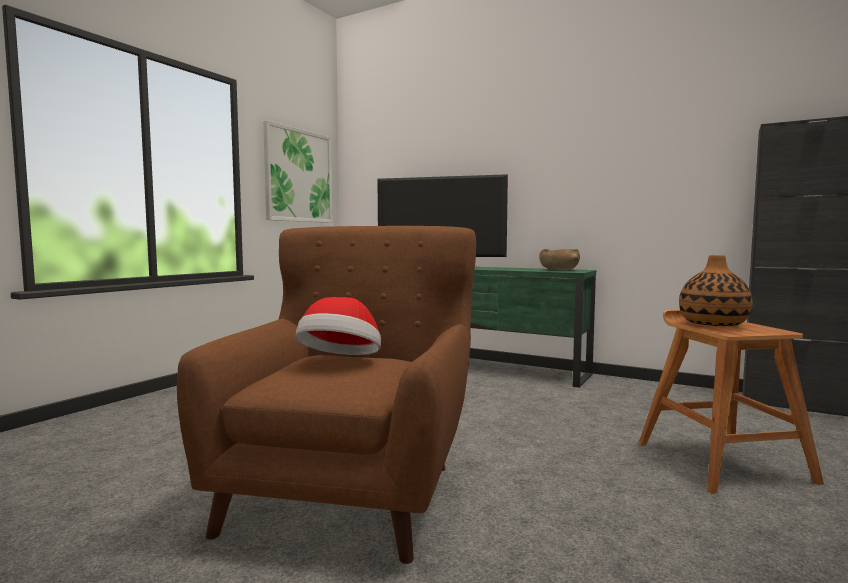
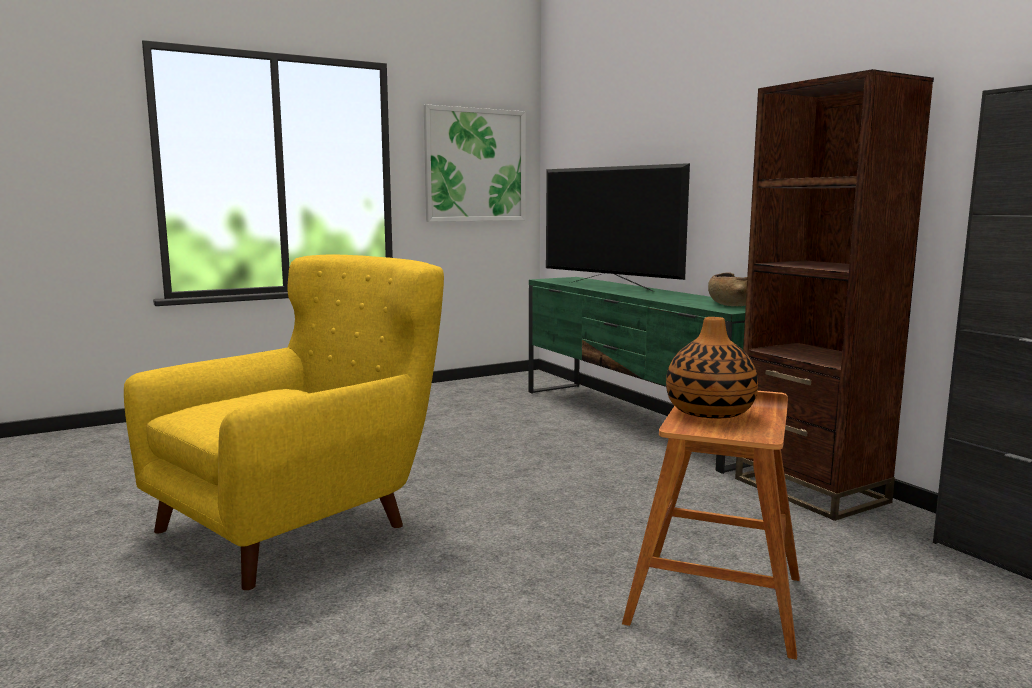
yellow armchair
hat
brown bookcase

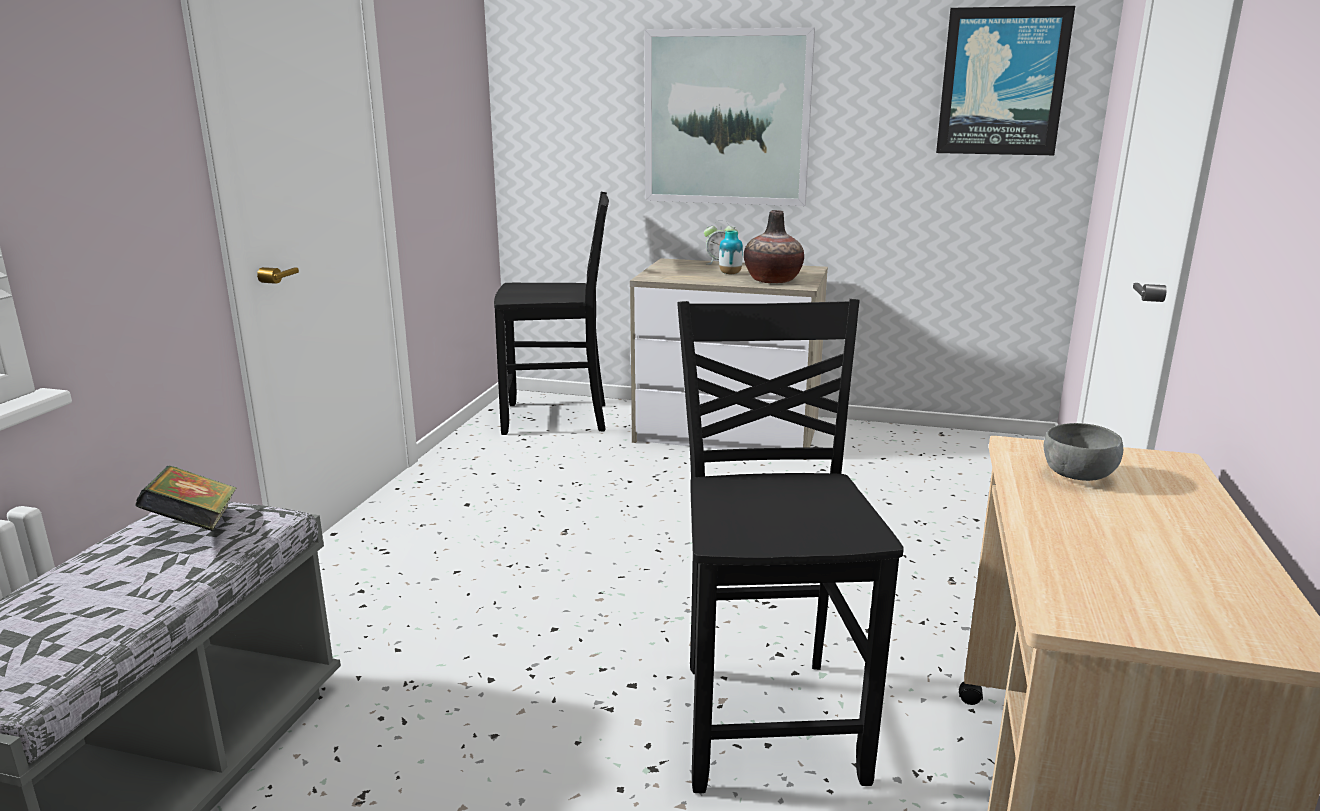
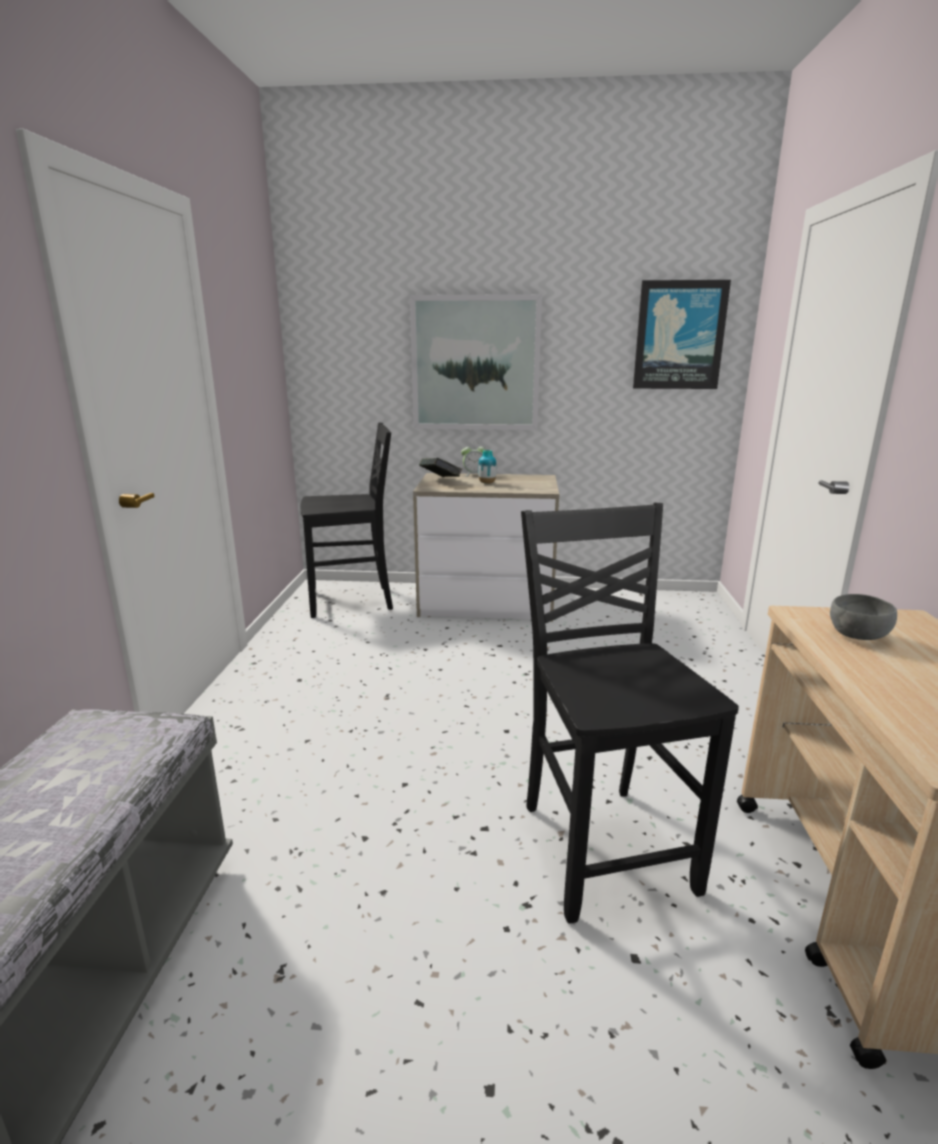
book
vase (2nd from left in the first image)

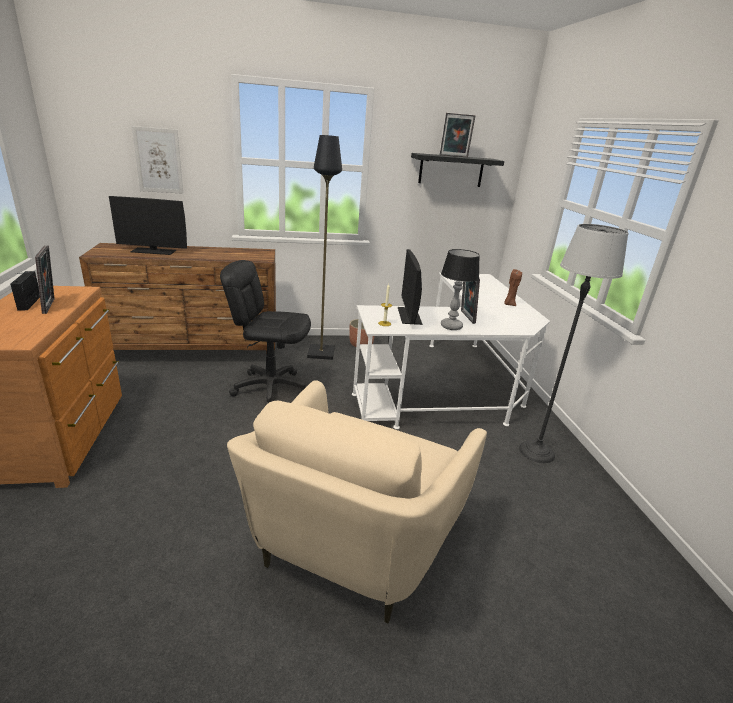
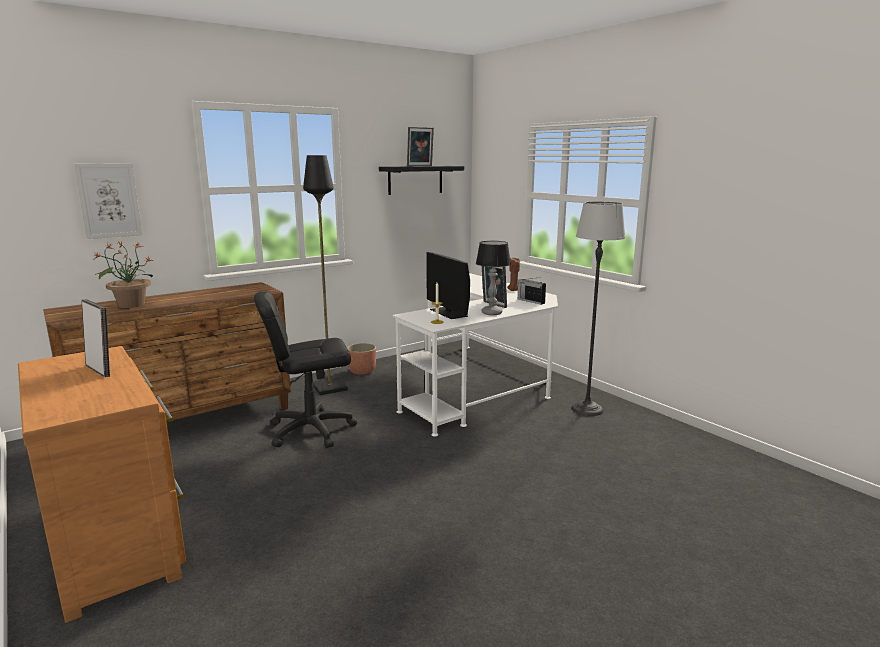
radio
potted plant
beige armchair

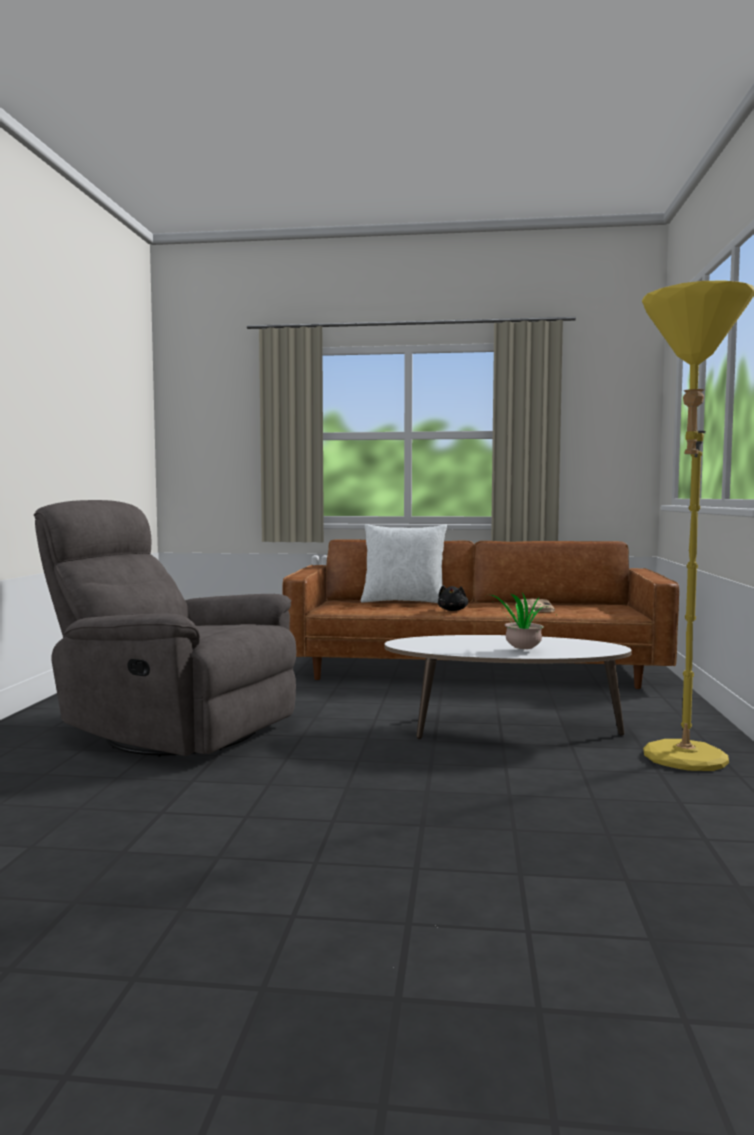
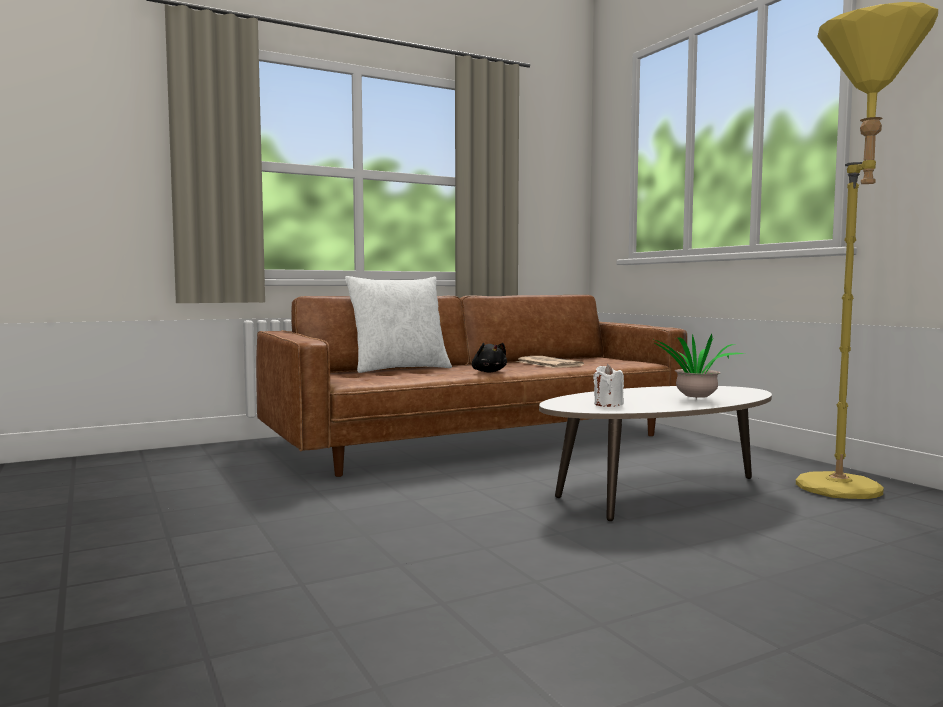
grey armchair
white candle

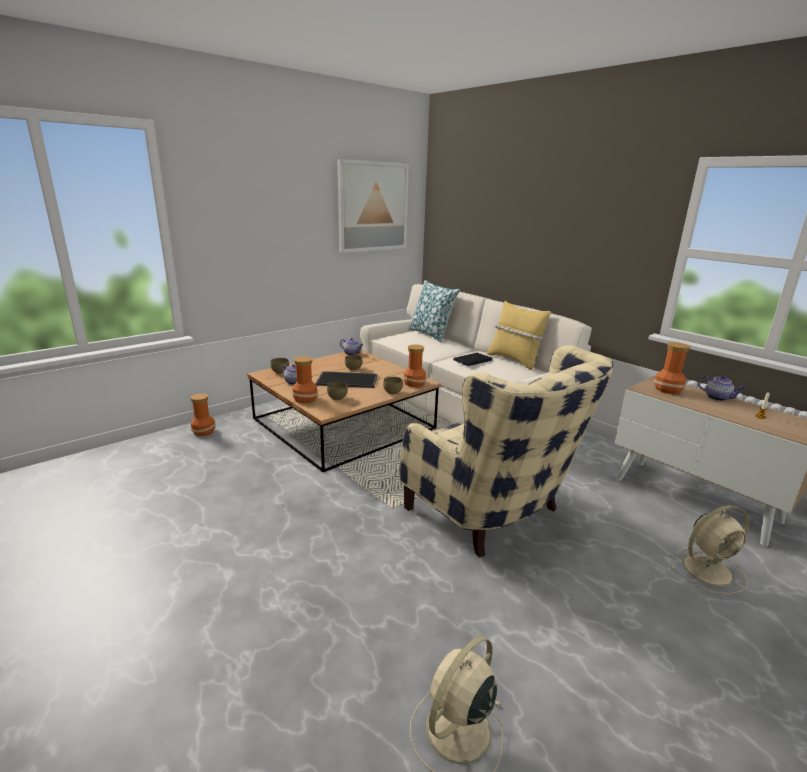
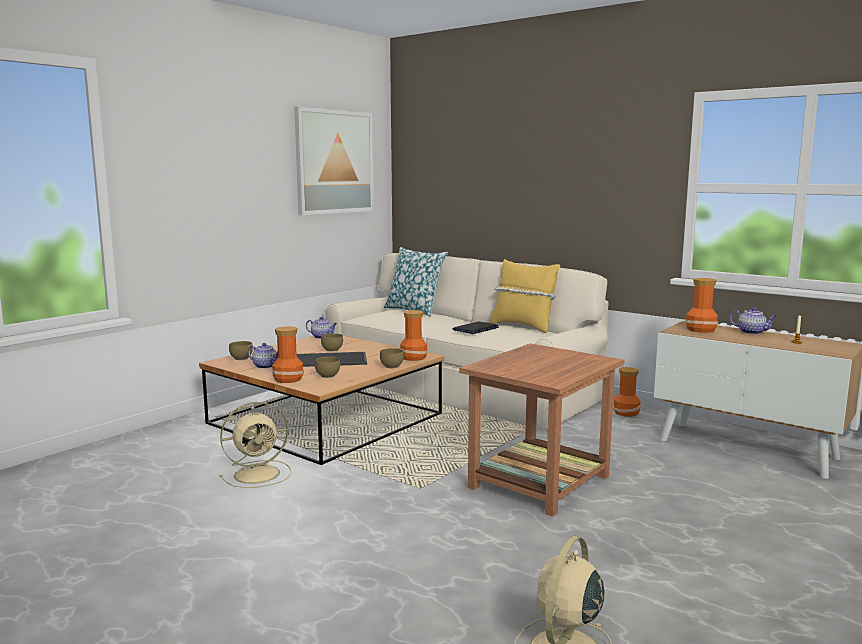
vase (3rd from left)
brown side table
beige fan (1st from left)

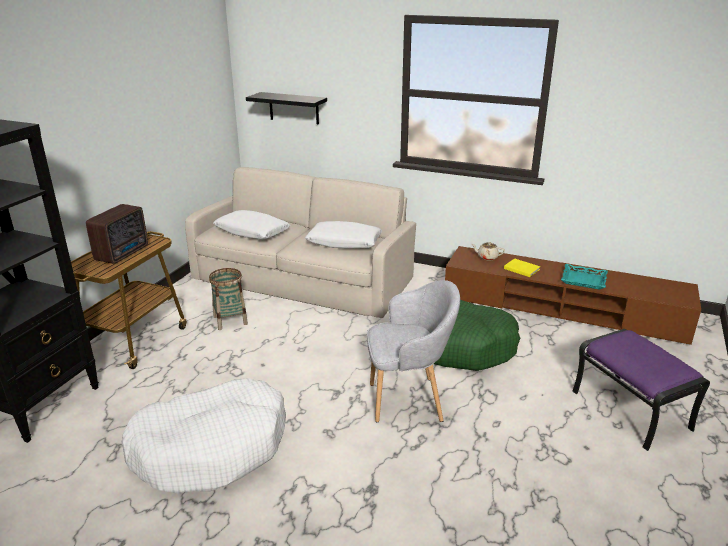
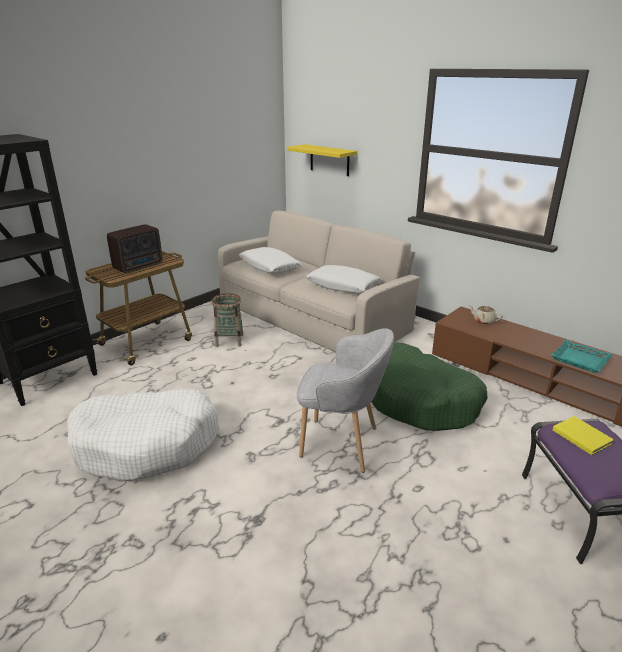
yellow shelf
yellow book

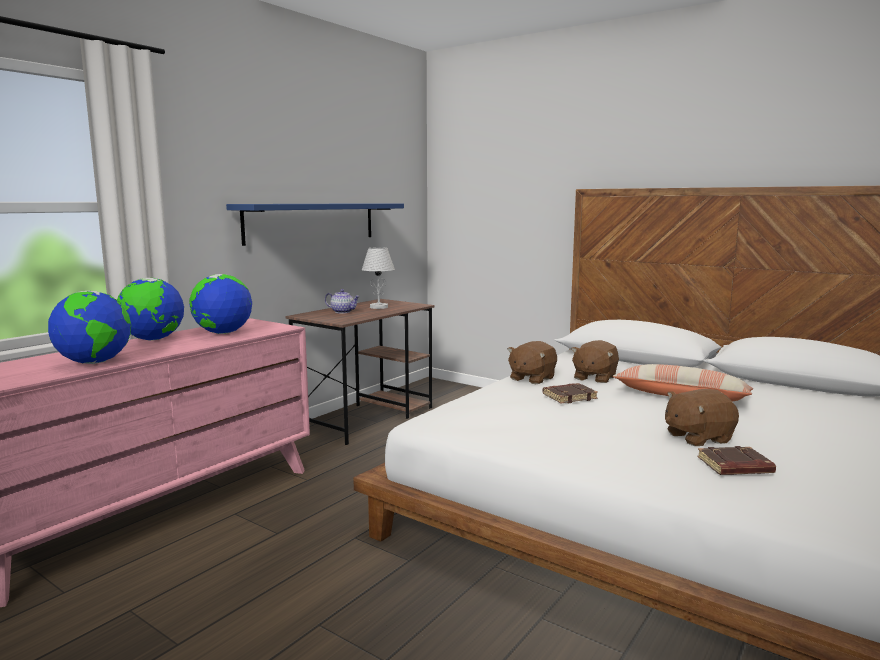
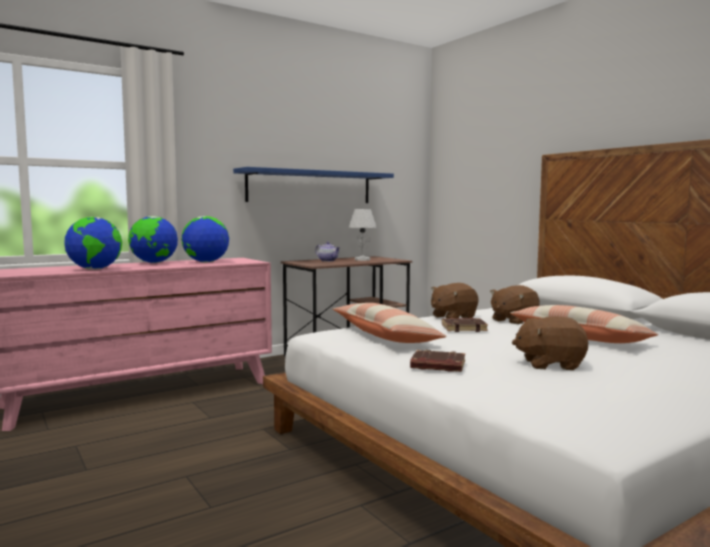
brown book (1st from left)
pillow (1st from left)

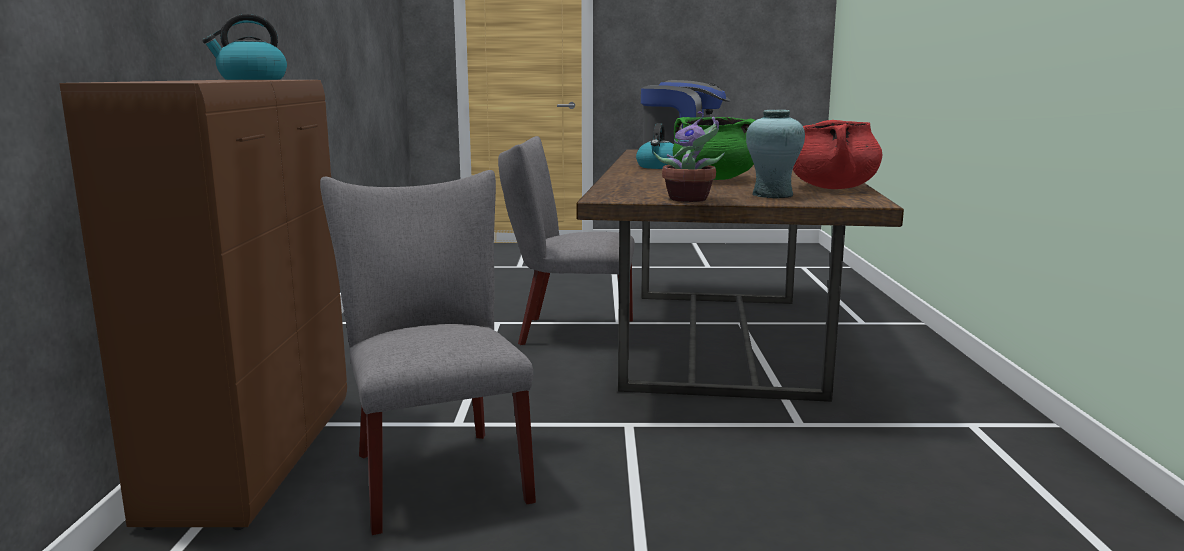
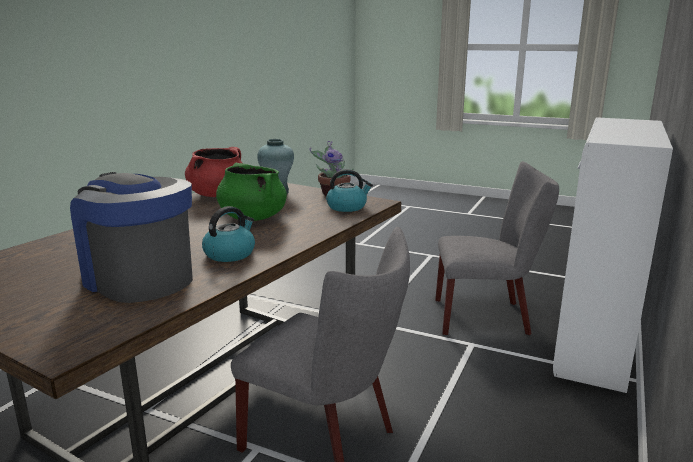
white cabinet
kettle (2nd from left)
grey chair (2nd from left)

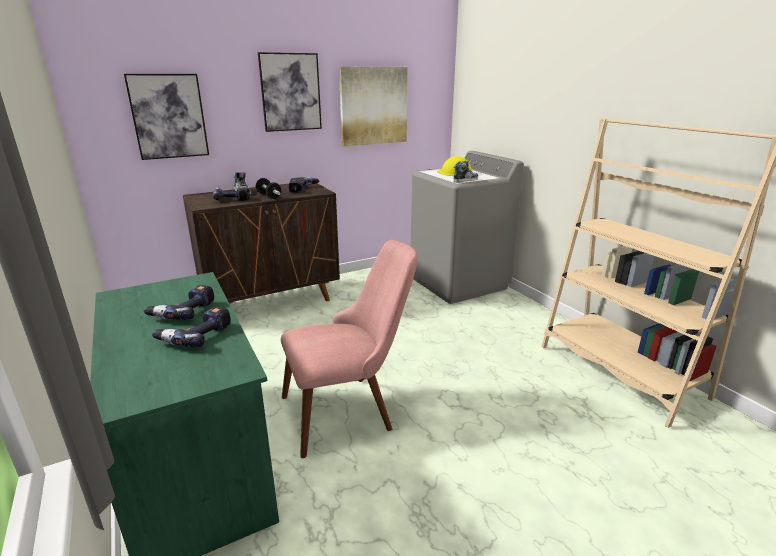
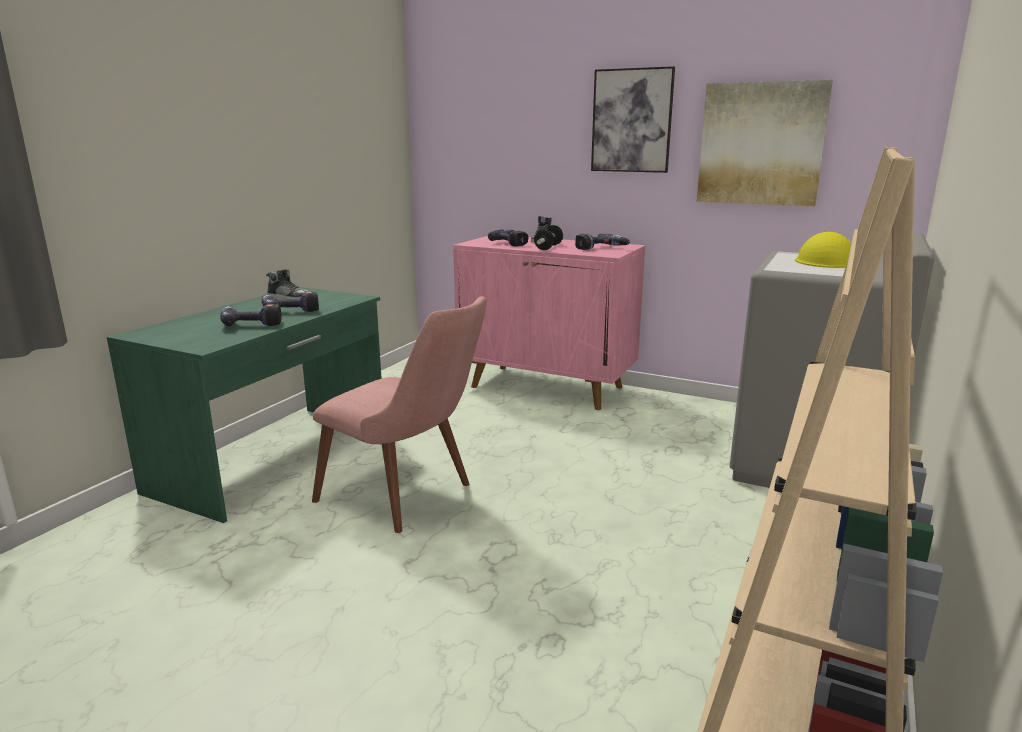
picture (1st from left in the first image)
pink cabinet
shoe (1st from left)

